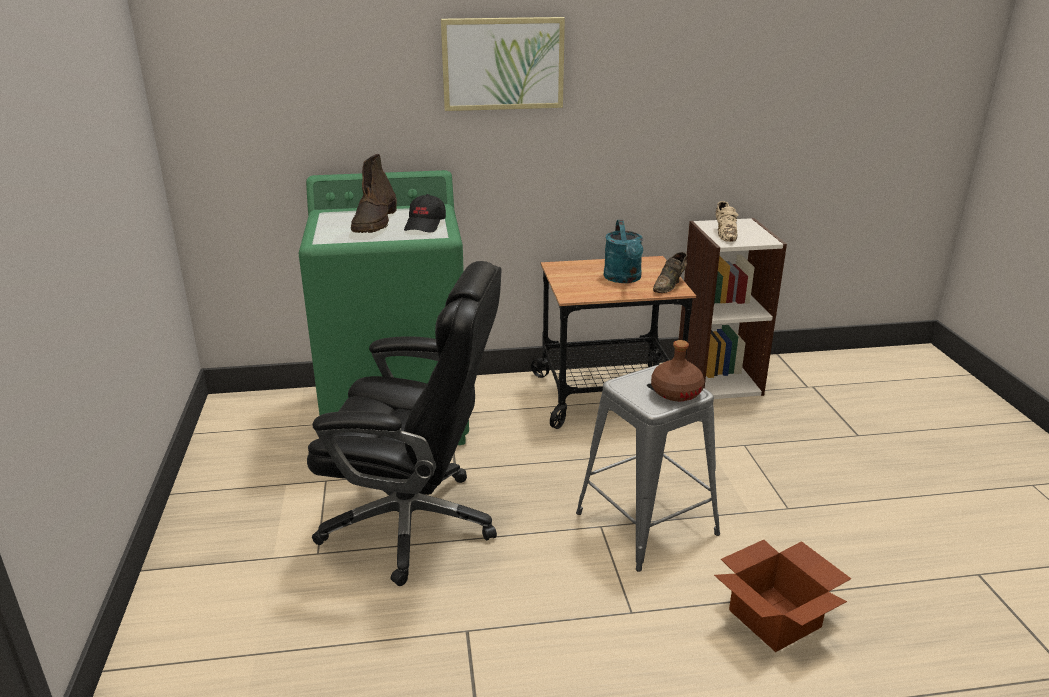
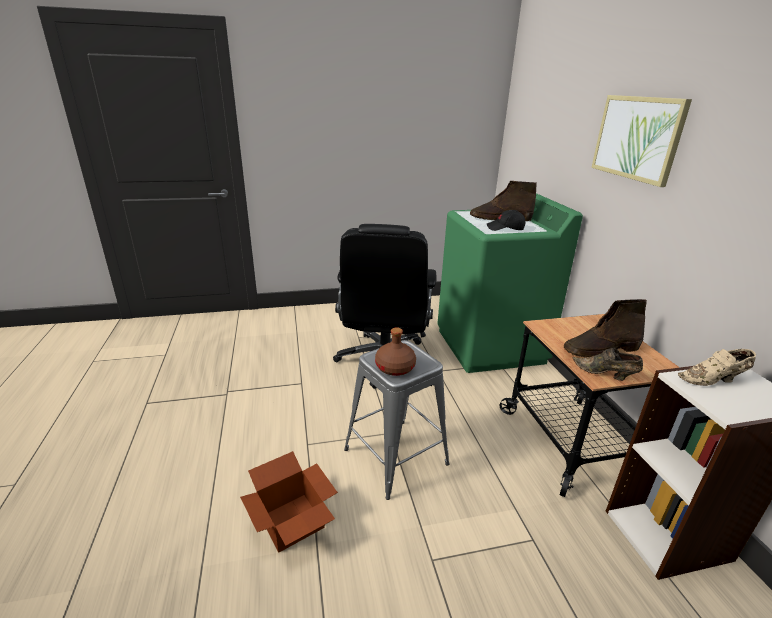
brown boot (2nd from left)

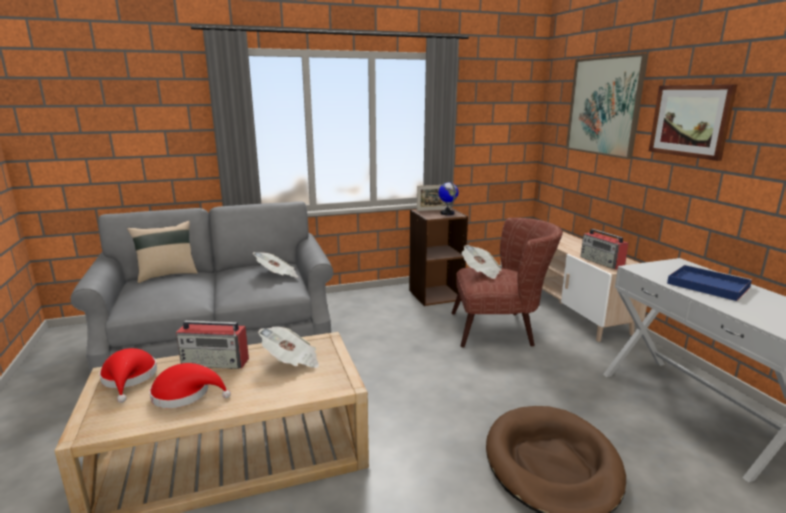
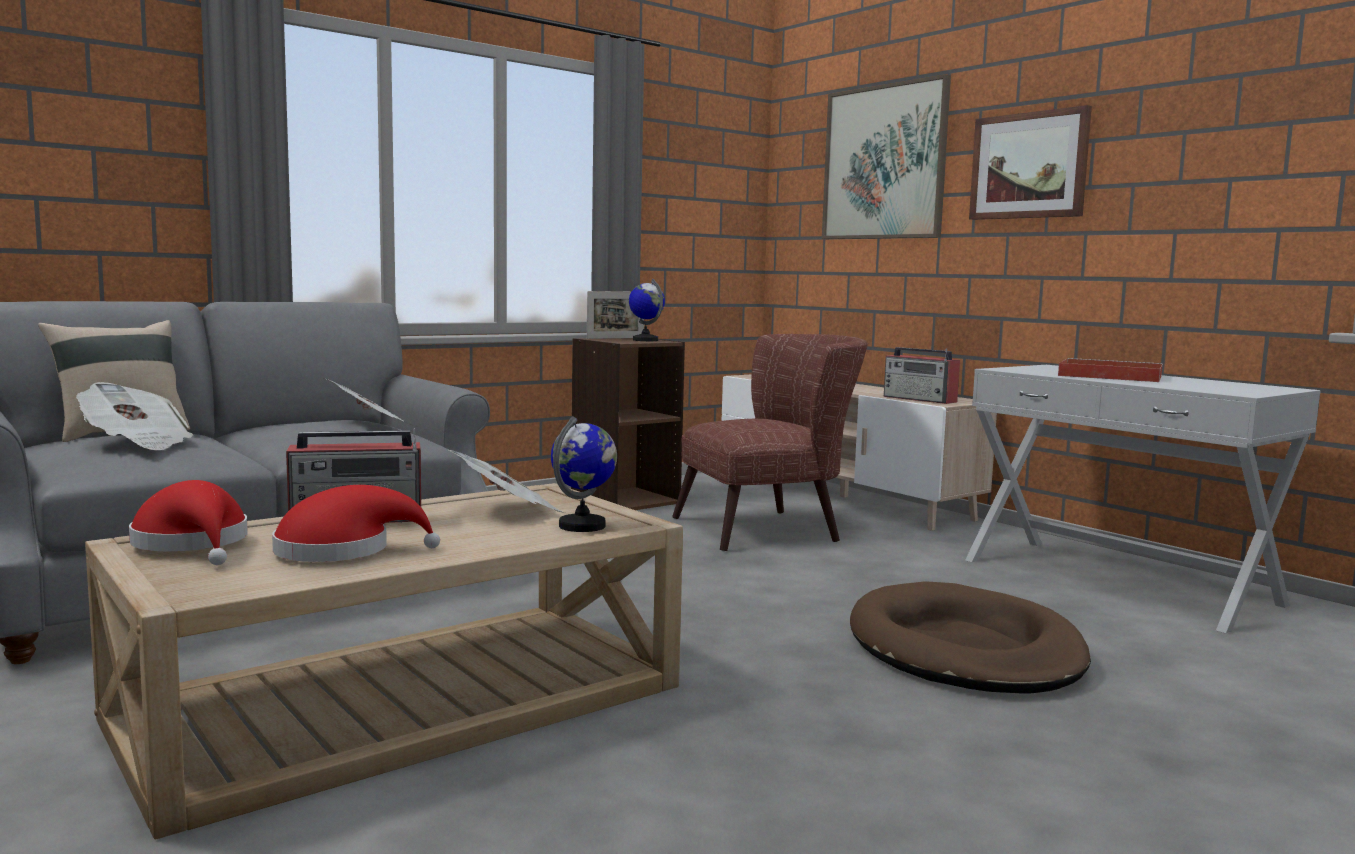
newspaper (1st from left)
red tray
globe (1st from left)

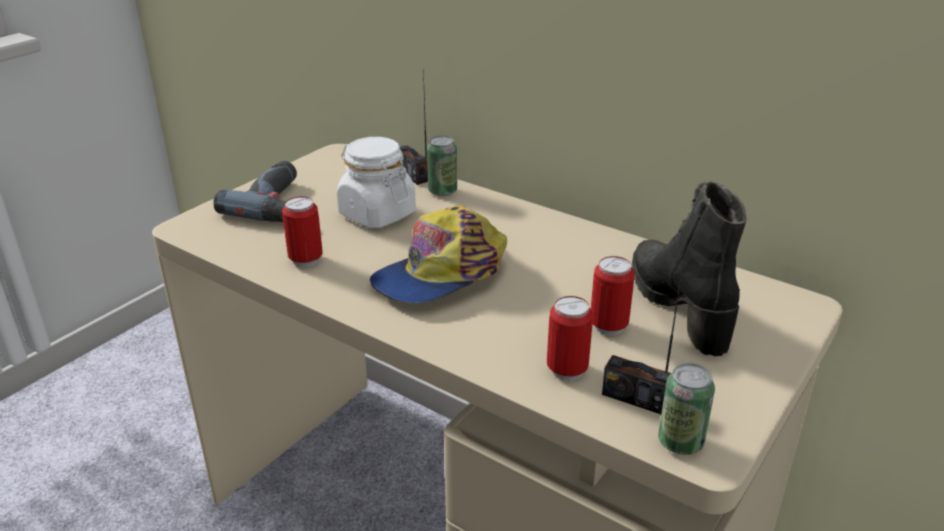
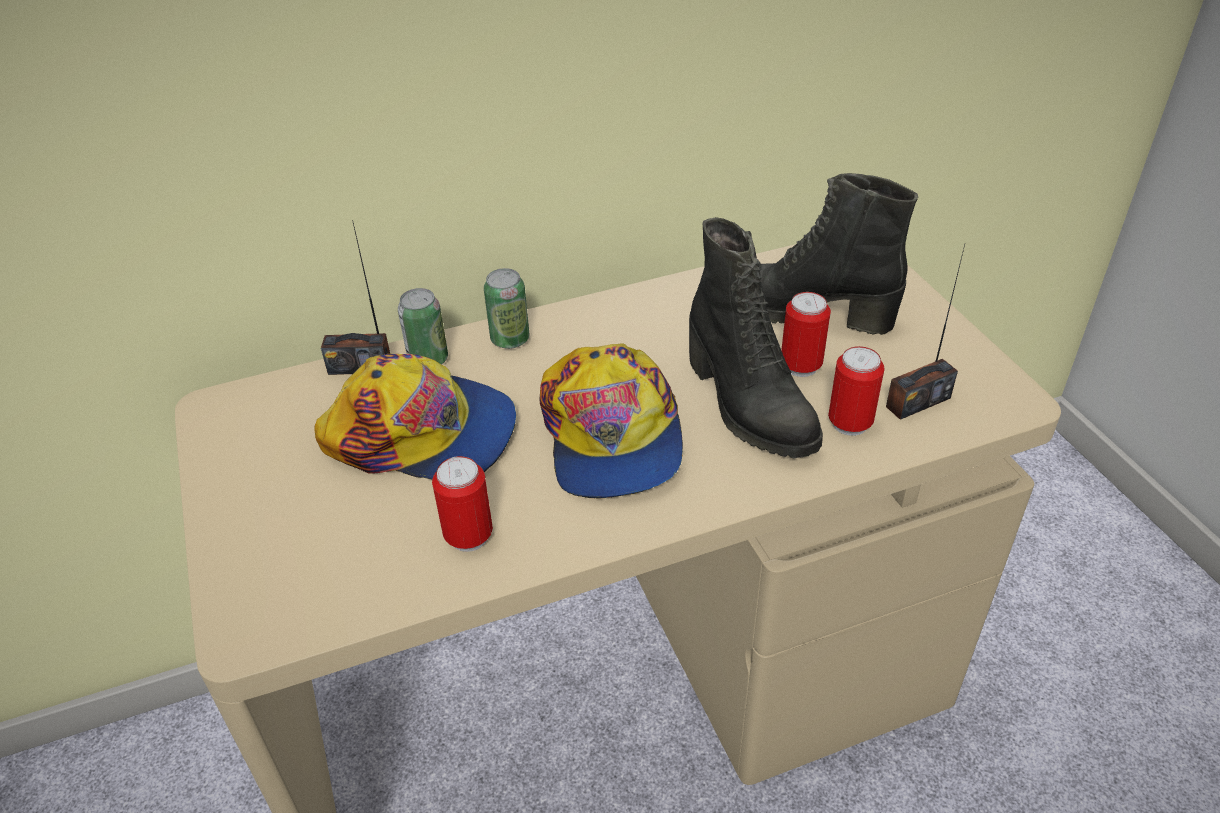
power drill
cap (1st from left)
can (3rd from left)
black boot (1st from left)

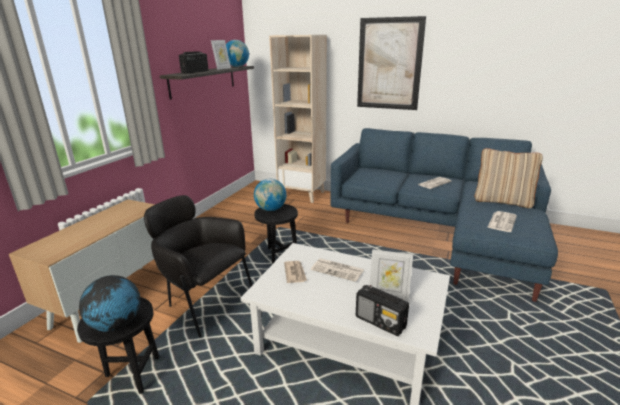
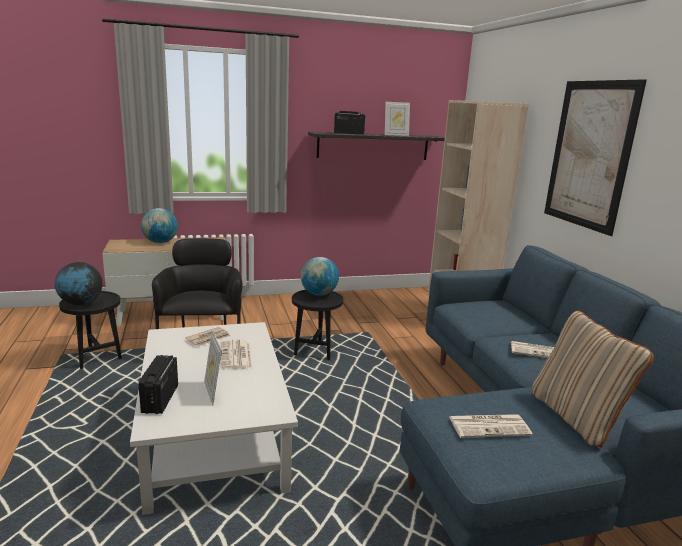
globe (2nd from left)

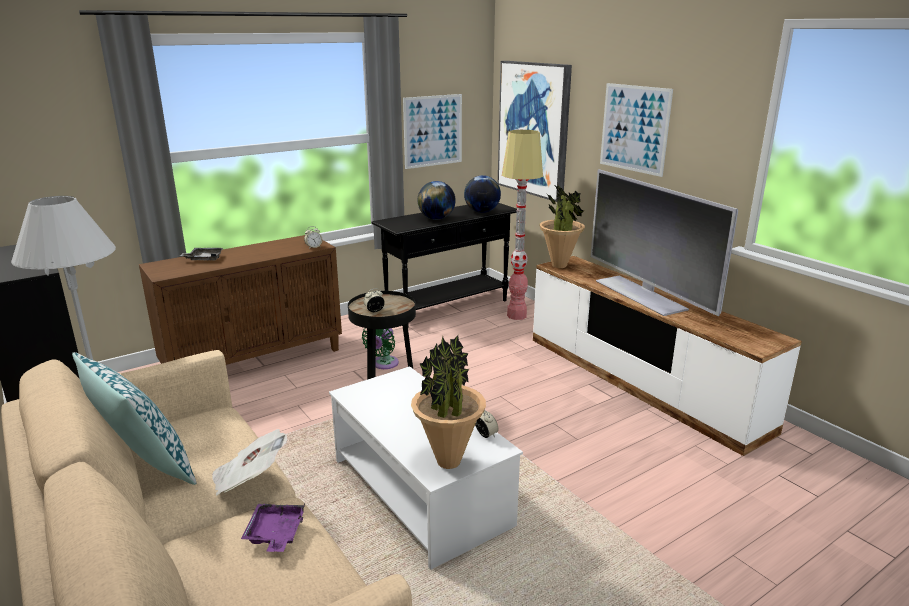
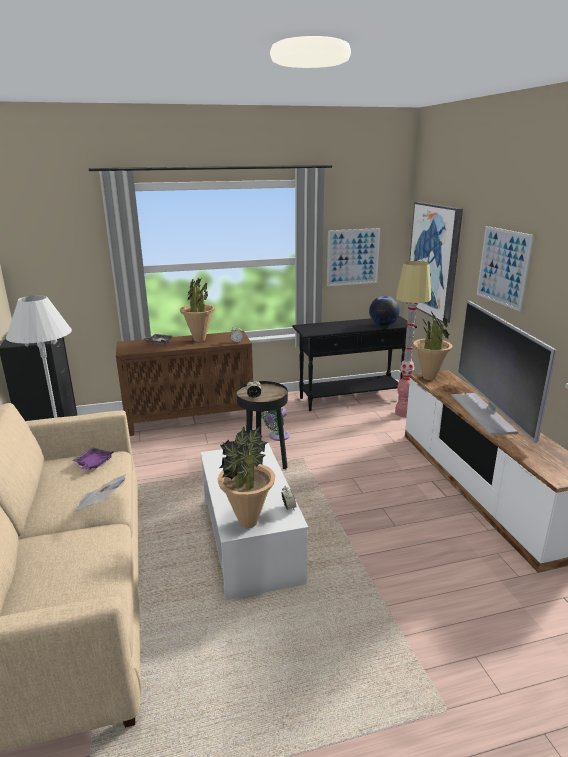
pillow
purple tray
globe (1st from left in the first image)
potted plant (1st from left)

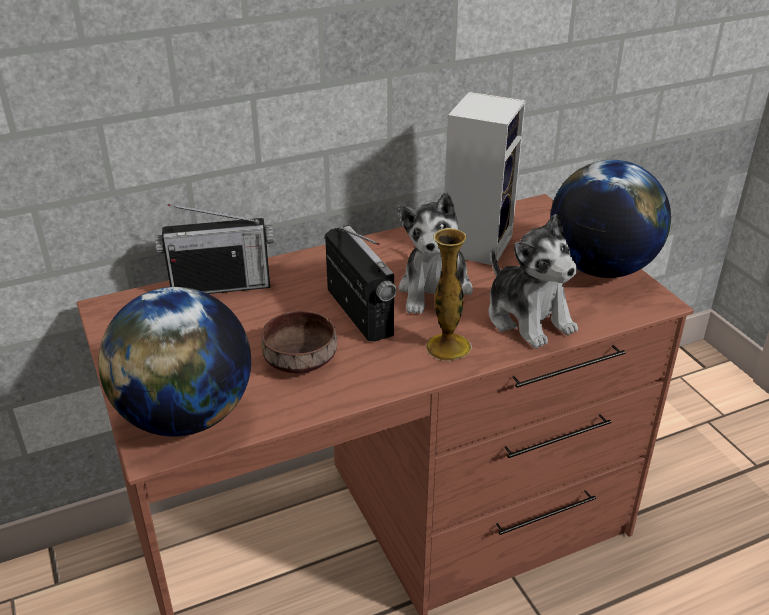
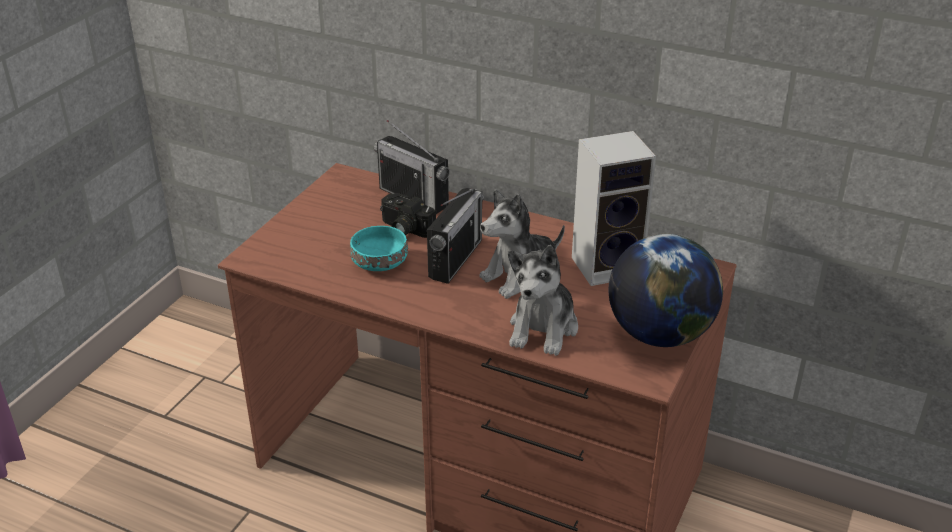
globe (1st from left in the first image)
turquoise bowl
vase
photo camera

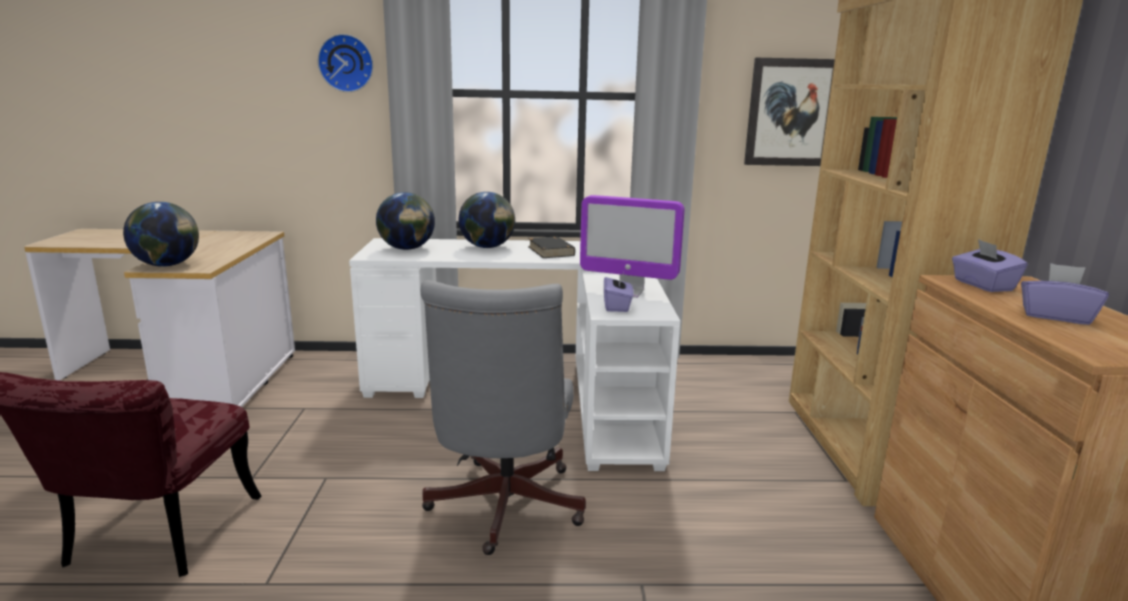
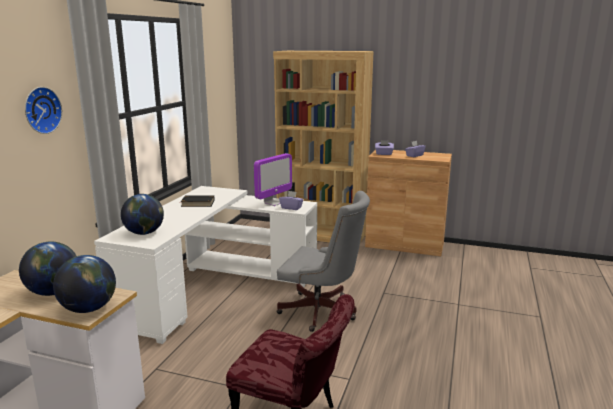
globe (1st from left)
picture

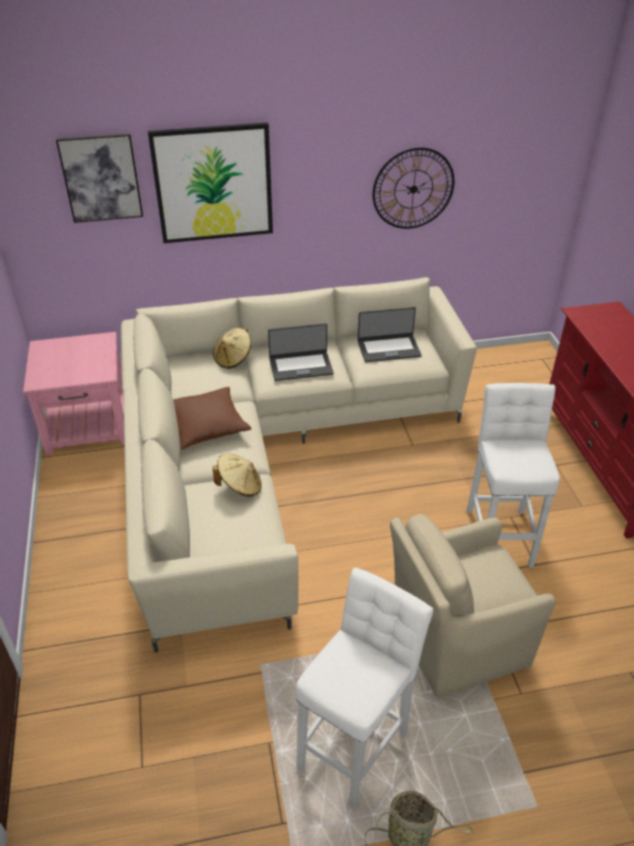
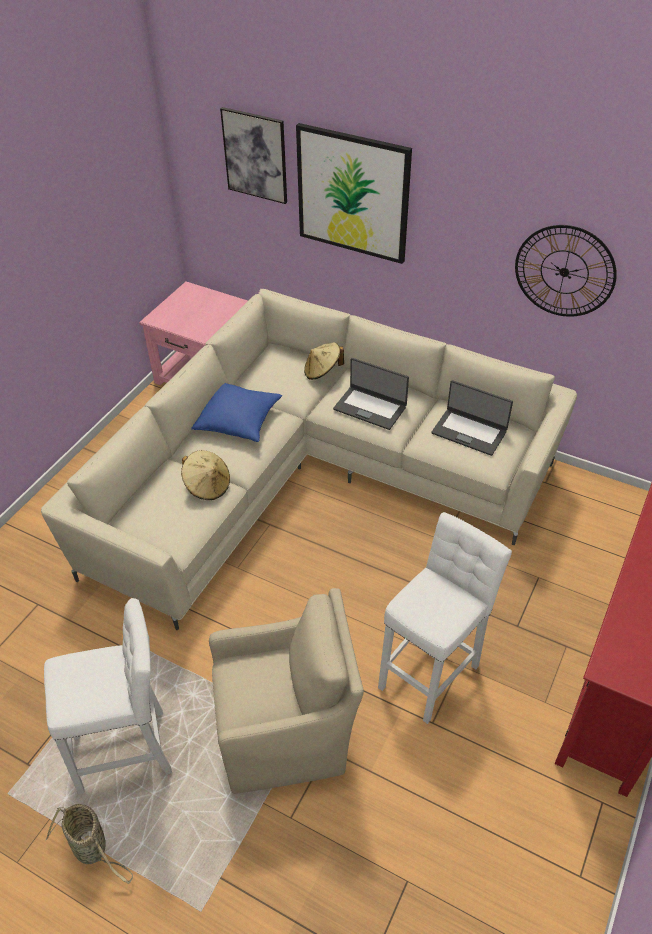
blue pillow
beige armchair

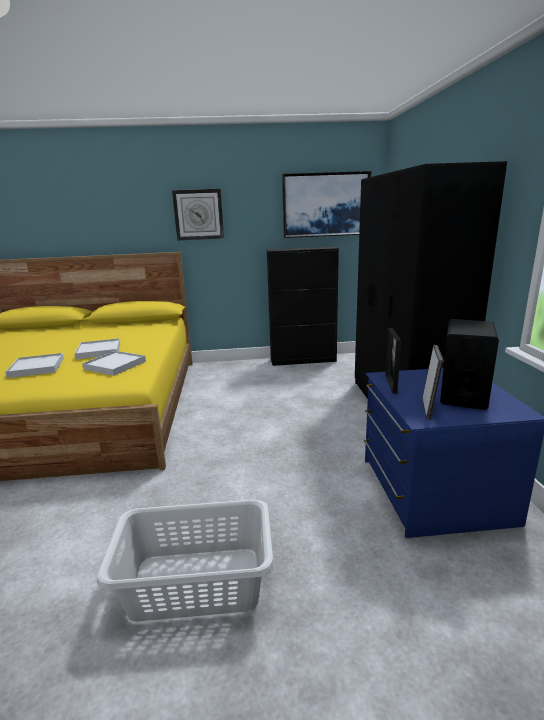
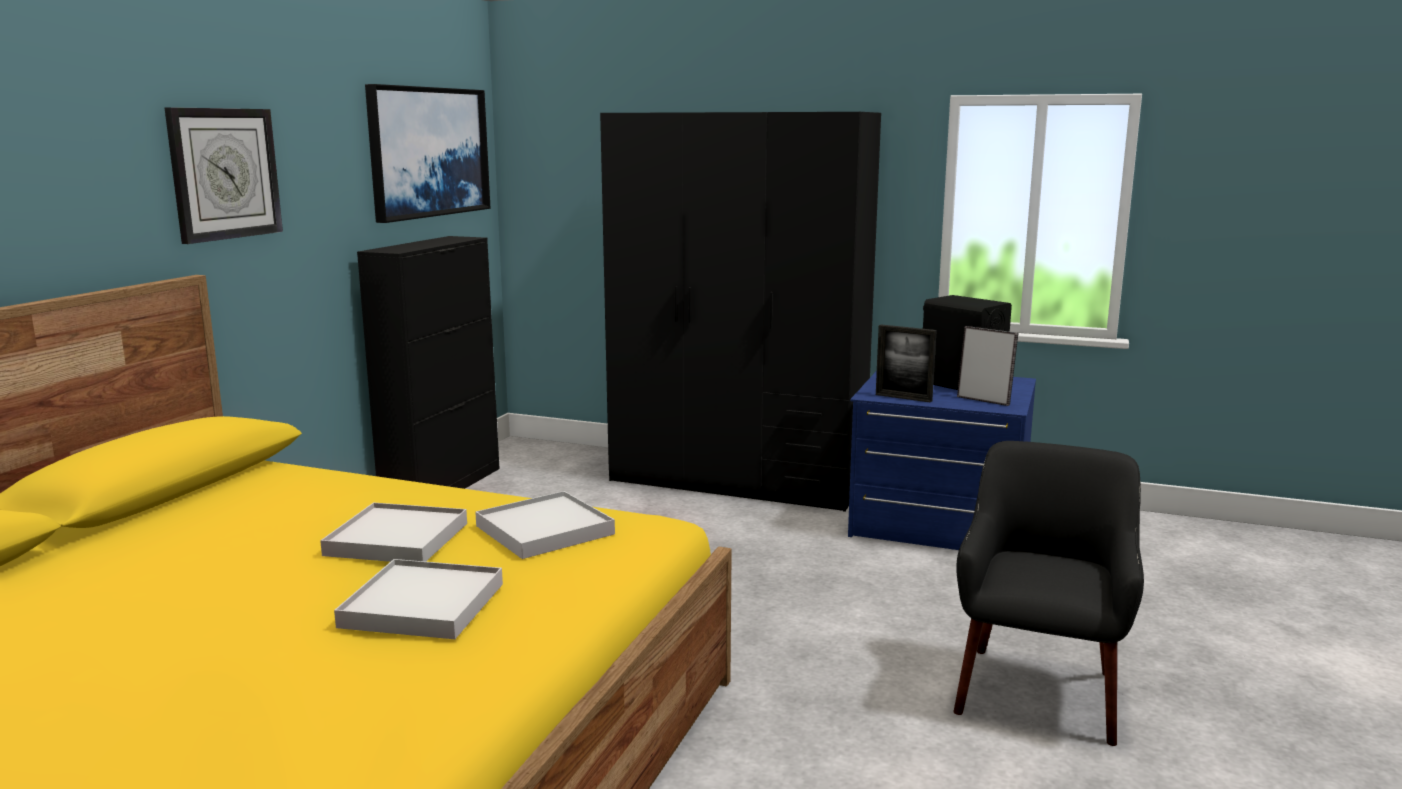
black armchair

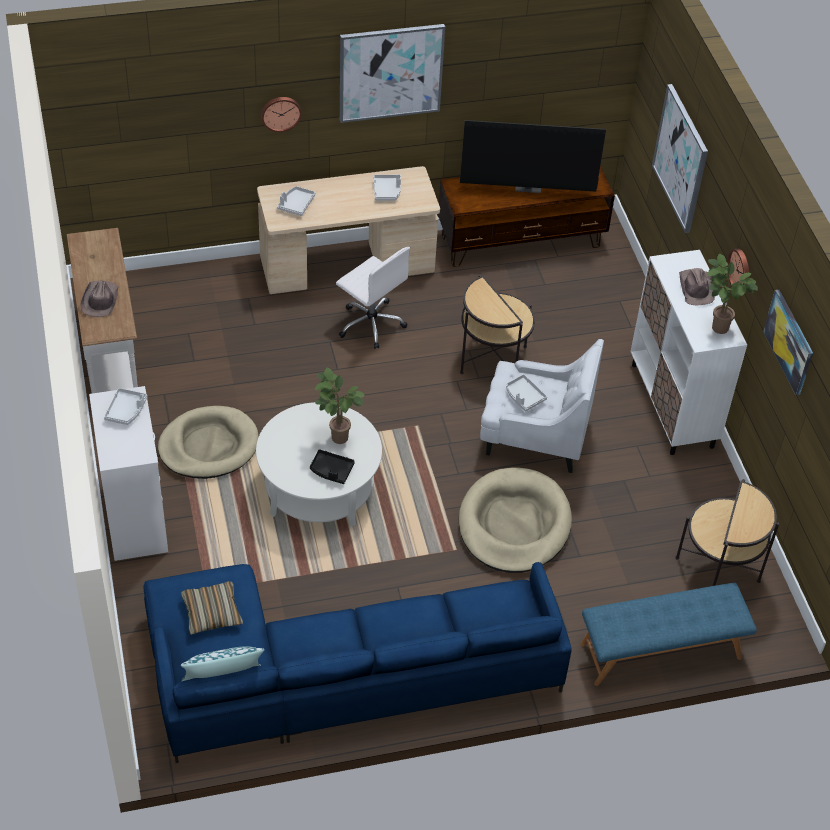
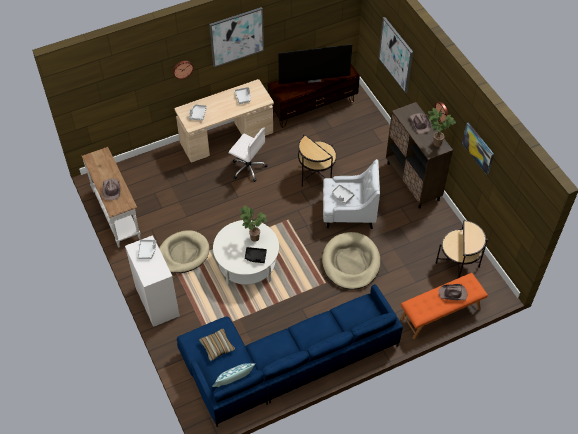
orange bench
brown cabinet
brown hat (3rd from left)

